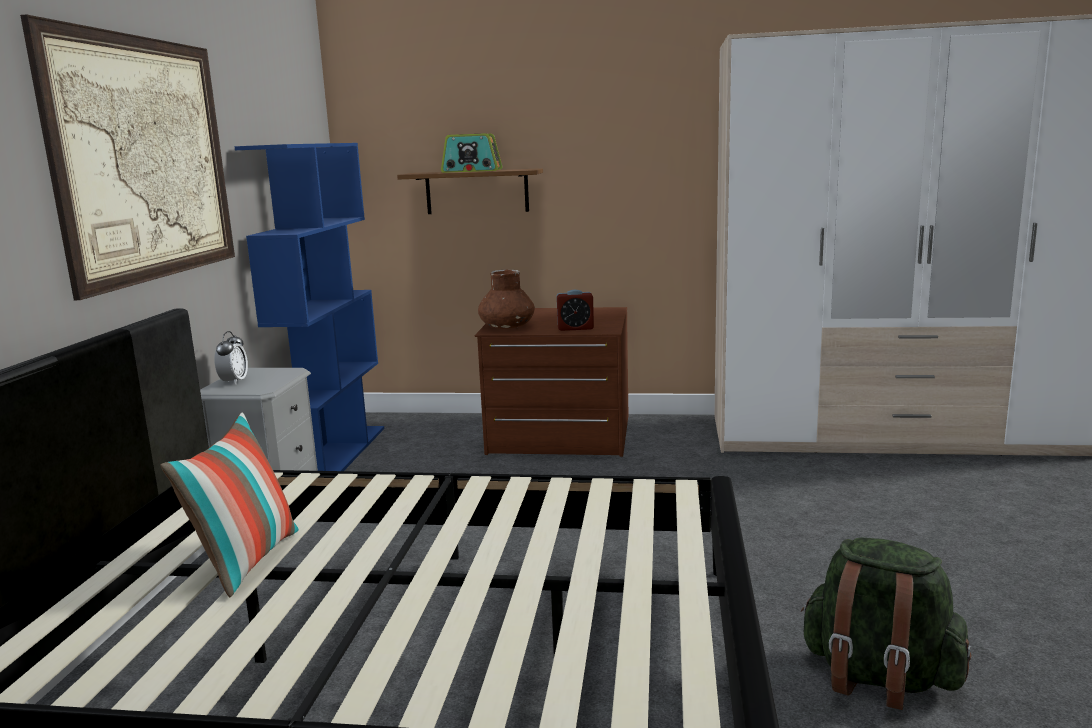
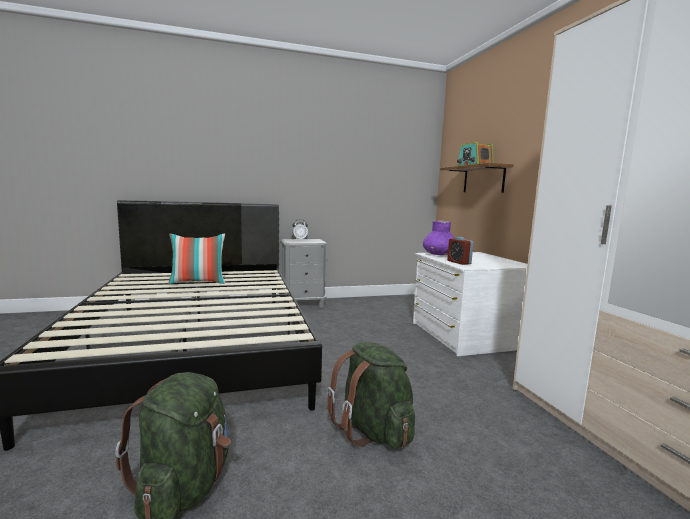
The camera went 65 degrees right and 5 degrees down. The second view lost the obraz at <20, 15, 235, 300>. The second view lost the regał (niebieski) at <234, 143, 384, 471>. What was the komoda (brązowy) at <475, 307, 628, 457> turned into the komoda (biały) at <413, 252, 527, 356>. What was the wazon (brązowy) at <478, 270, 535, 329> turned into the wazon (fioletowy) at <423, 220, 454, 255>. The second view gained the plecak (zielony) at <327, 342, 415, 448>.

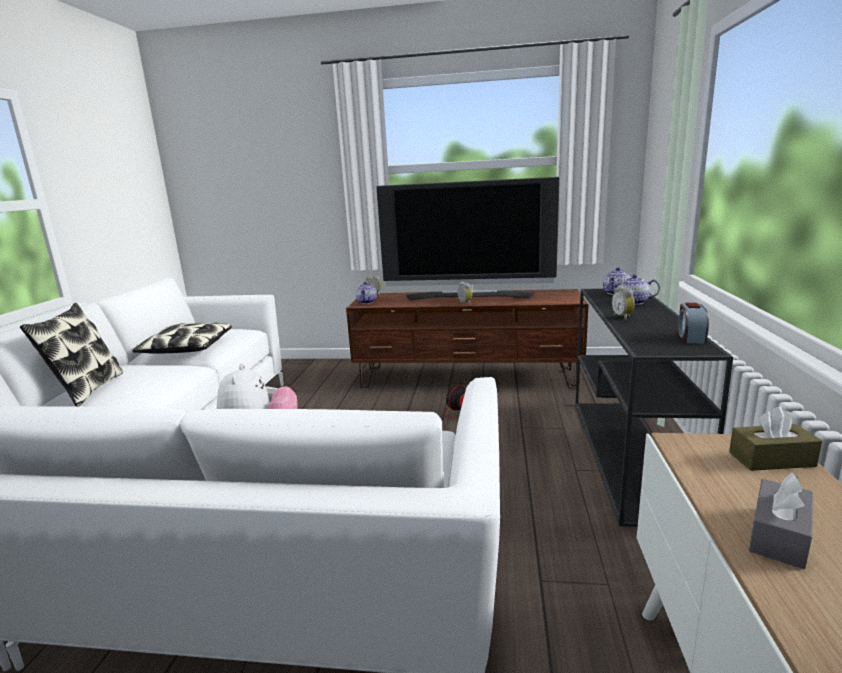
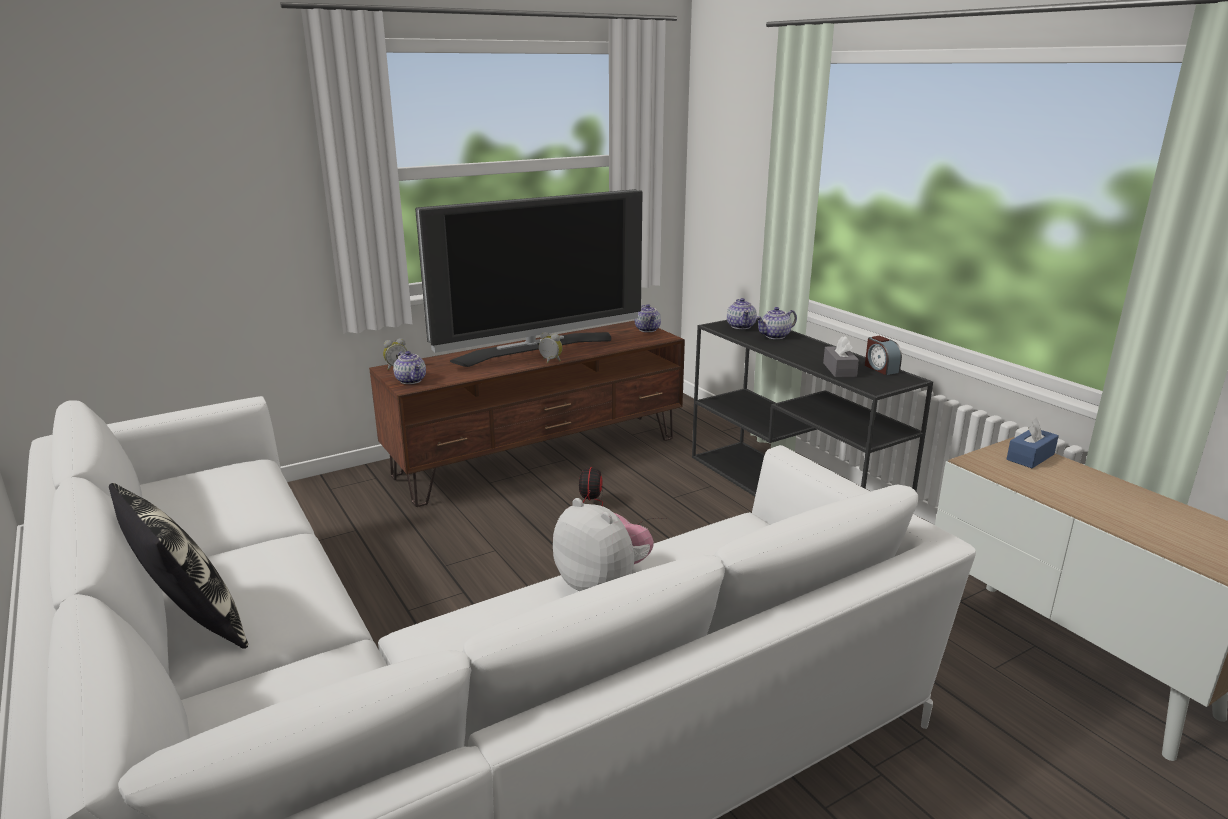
The camera went 40 degrees left and 5 degrees up. The second view lost the poduszka at <132, 323, 232, 354>. The second view lost the budzik at <612, 285, 635, 320>. What was the pudełko chusteczek (brązowy) at <729, 407, 822, 471> turned into the pudełko chusteczek (niebieski) at <1007, 418, 1059, 468>. The pudełko chusteczek (szary) ended up elsewhere, having gone from <749, 473, 813, 569> to <823, 336, 859, 377>. The second view gained the imbryk at <635, 304, 661, 332>.

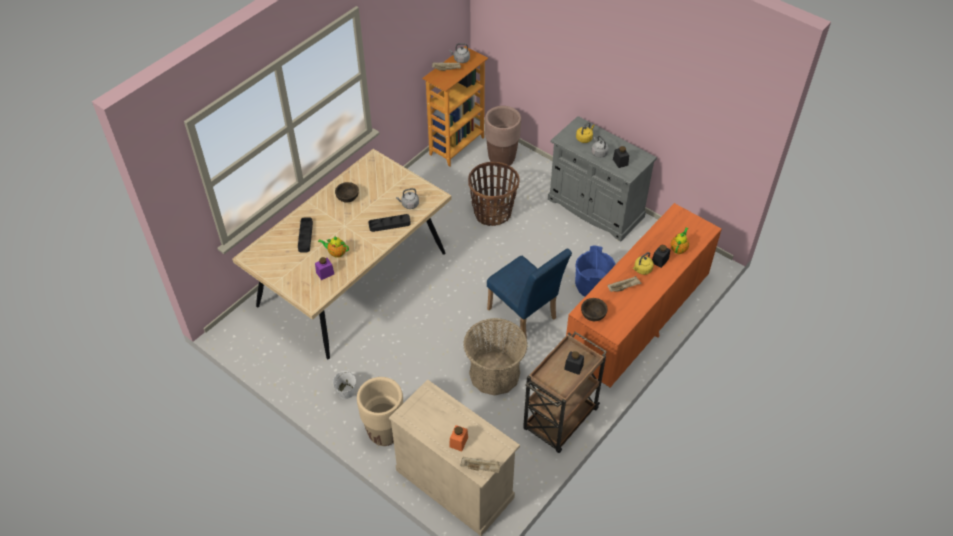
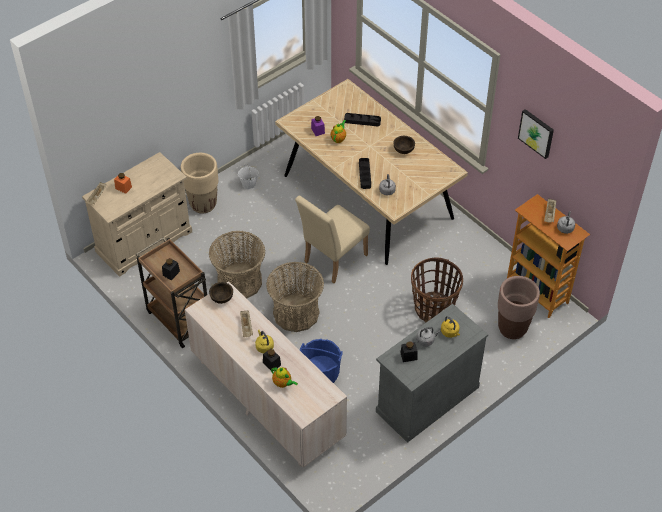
The camera went 100 degrees right and 0 degrees up. Where the krzesło (niebieski) stood at <487, 248, 572, 338>, the koszyk came to stand at <266, 262, 324, 332>. What was the komoda (pomarańczowy) at <566, 203, 722, 387> turned into the komoda (beżowy) at <185, 281, 347, 468>. The second view gained the krzesło (beżowy) at <295, 196, 370, 283>. The second view gained the obraz at <518, 109, 554, 159>.

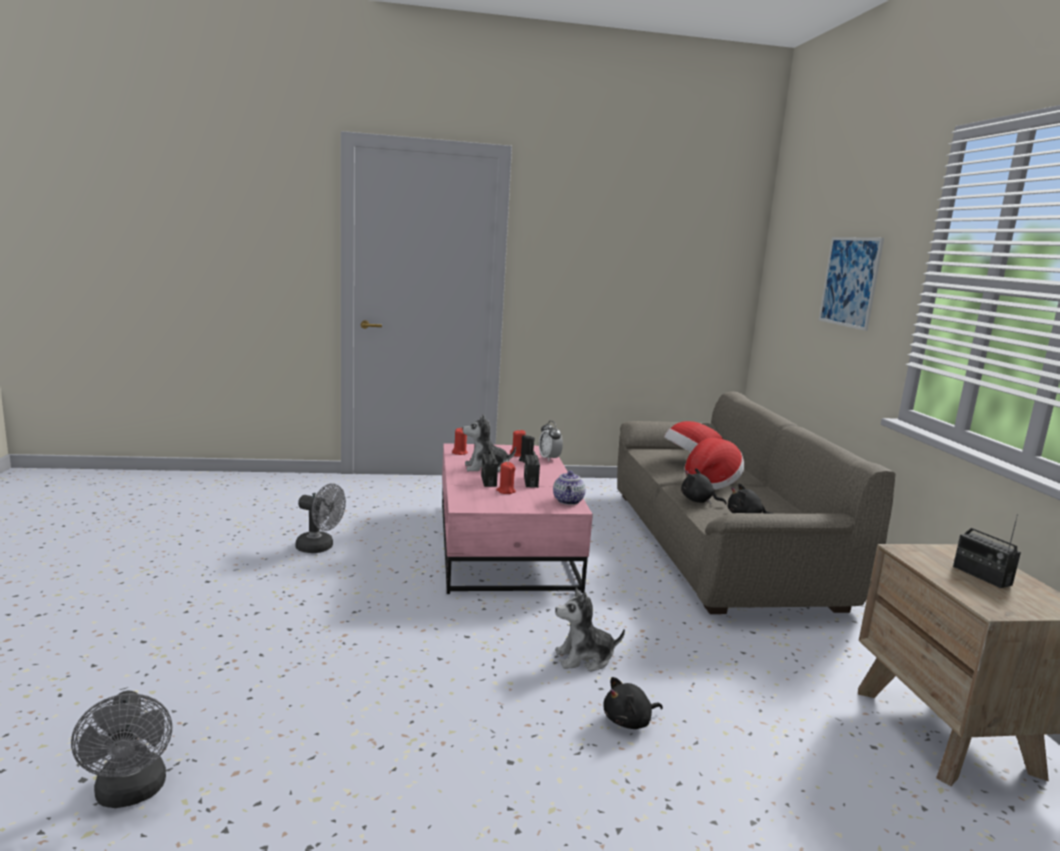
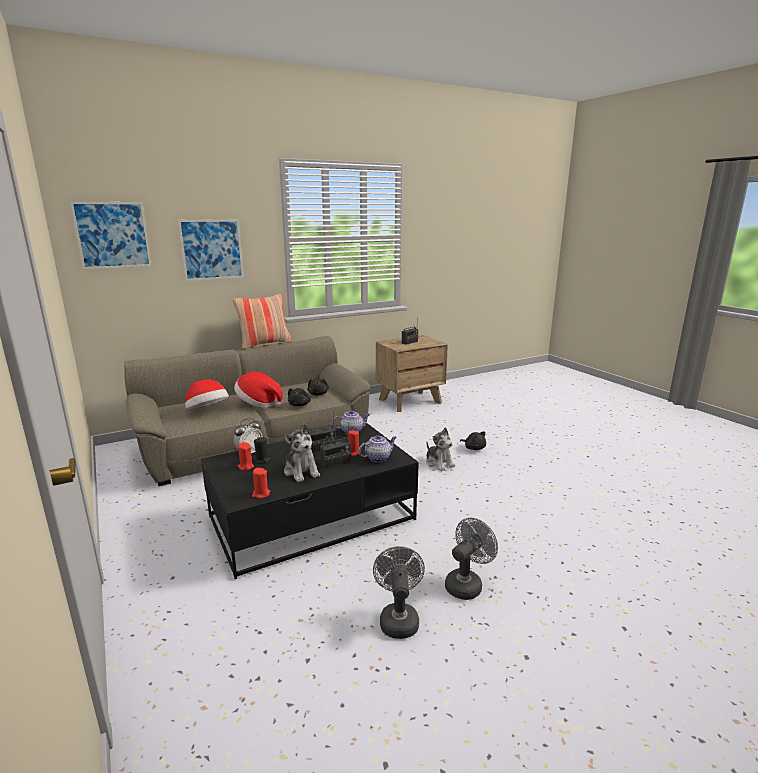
The camera went 110 degrees left and 5 degrees up. The wentylator (szary) ended up elsewhere, having gone from <71, 691, 173, 808> to <445, 518, 498, 600>. What was the ława (różowy) at <442, 443, 593, 594> turned into the ława (czarny) at <201, 423, 419, 579>. The second view gained the obraz at <70, 202, 152, 269>. The second view gained the poduszka at <233, 294, 292, 349>. The second view gained the imbryk at <359, 435, 397, 462>.

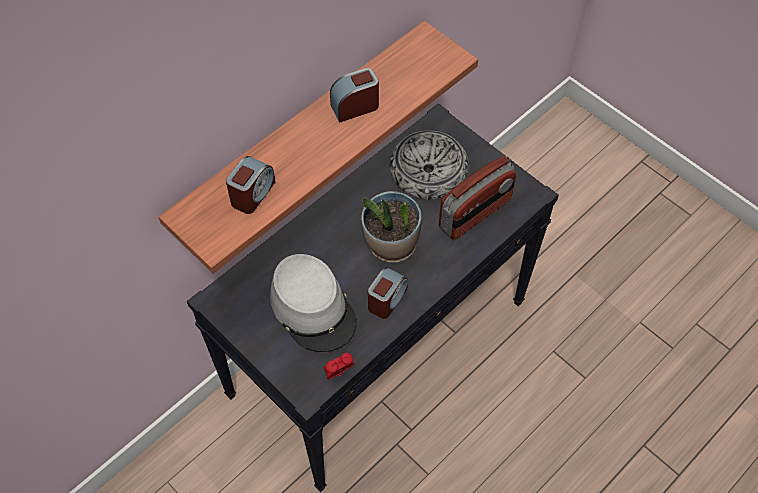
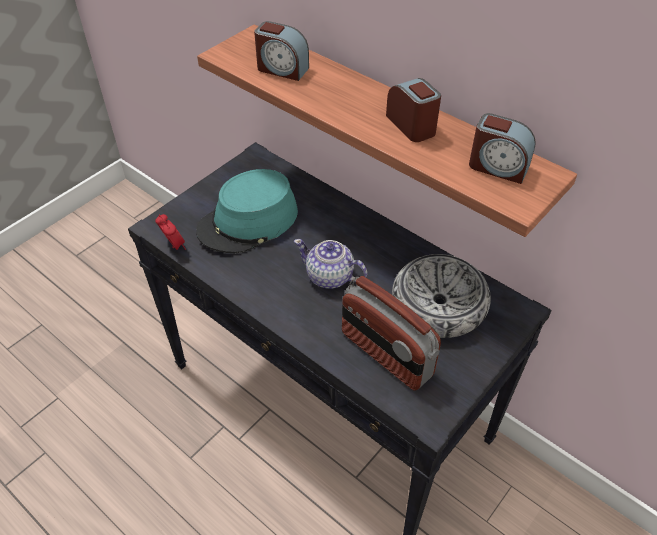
The camera went 85 degrees right and 10 degrees down. What was the kapelusz (szary) at <270, 254, 357, 352> turned into the kapelusz (turkusowy) at <196, 169, 298, 253>. Where the roślina doniczkowa stood at <361, 191, 422, 263>, the imbryk came to stand at <294, 239, 367, 289>. The budzik ended up elsewhere, having gone from <368, 267, 408, 319> to <469, 113, 536, 184>.

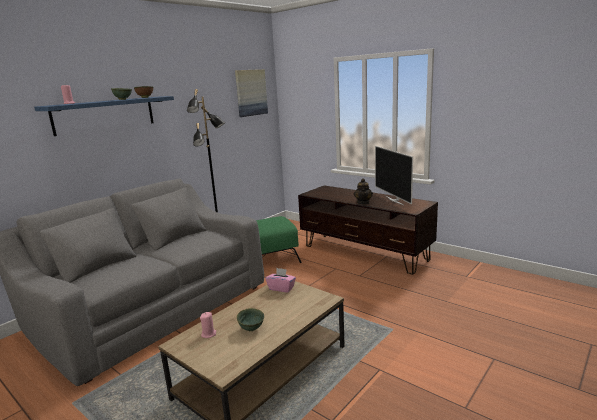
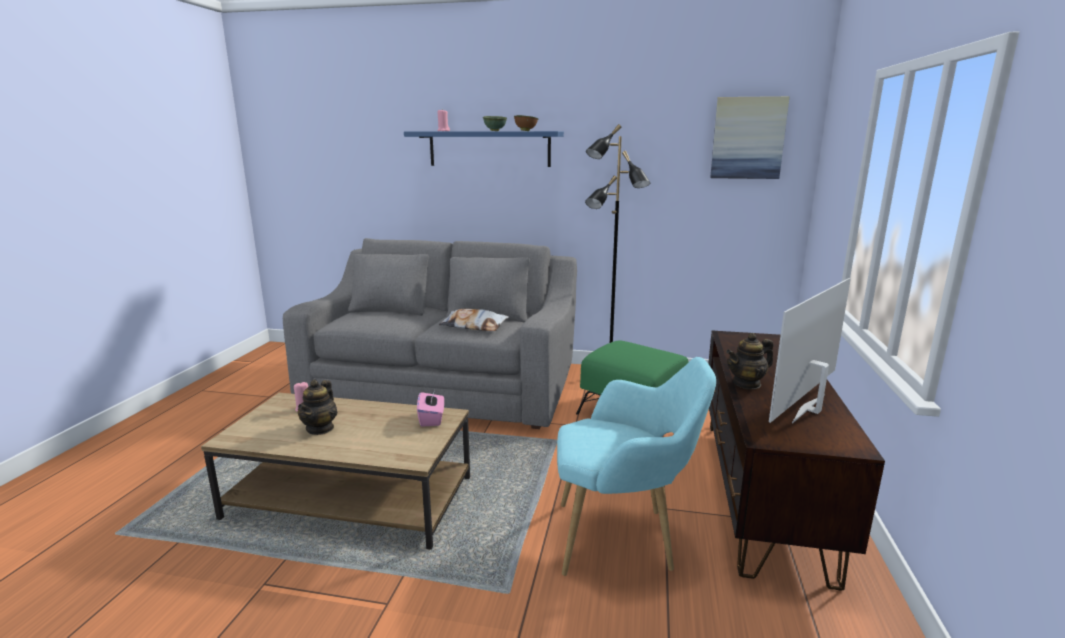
The camera went 60 degrees right and 0 degrees up. Where the miska (zielony) stood at <237, 308, 264, 331>, the imbryk came to stand at <298, 380, 338, 435>. The second view gained the poduszka at <439, 309, 509, 331>. The second view gained the fotel (turkusowy) at <557, 357, 716, 576>.

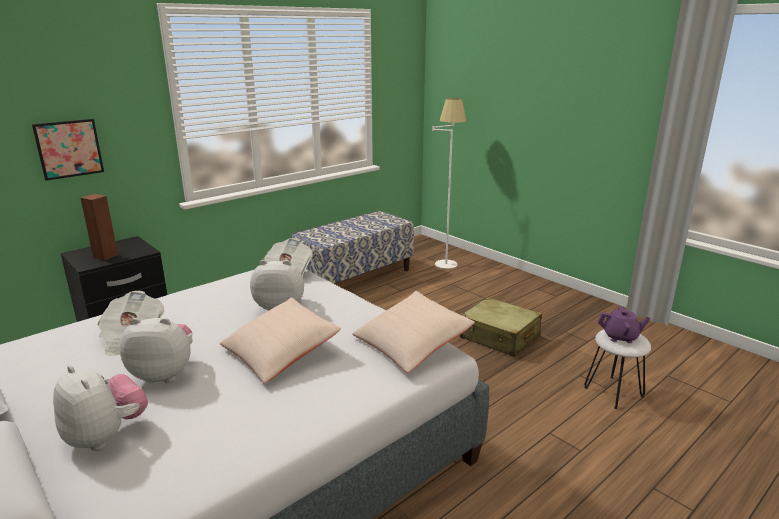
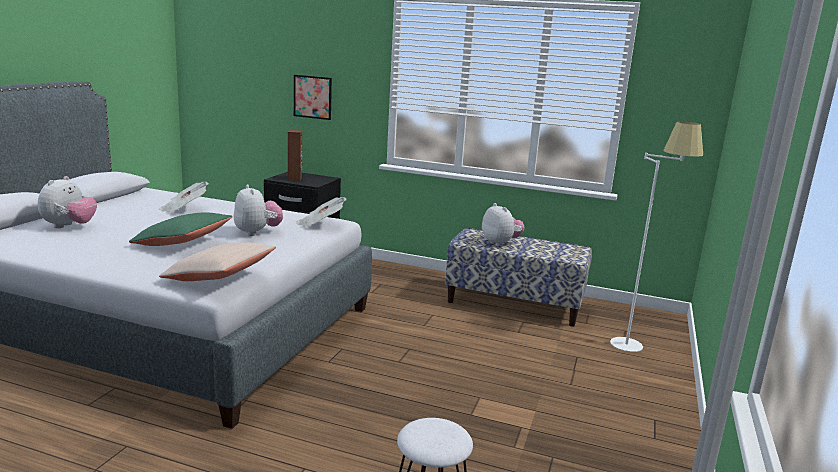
The camera went 60 degrees right and 5 degrees down. The pluszak ended up elsewhere, having gone from <120, 318, 193, 383> to <482, 203, 525, 247>. What was the poduszka (beżowy) at <220, 297, 341, 384> turned into the poduszka (zielony) at <129, 212, 233, 246>. The second view lost the walizka (beżowy) at <460, 297, 542, 357>. The second view lost the imbryk (fioletowy) at <598, 306, 650, 343>.

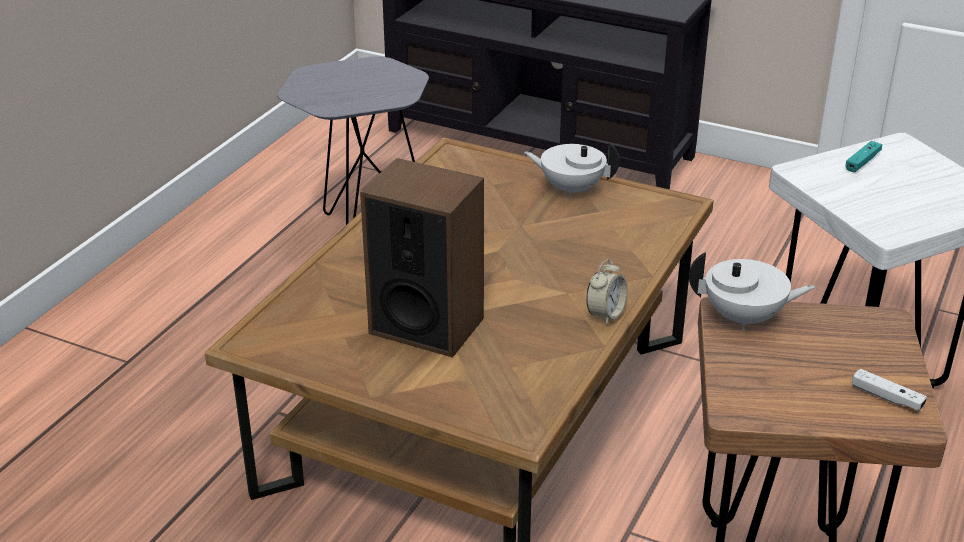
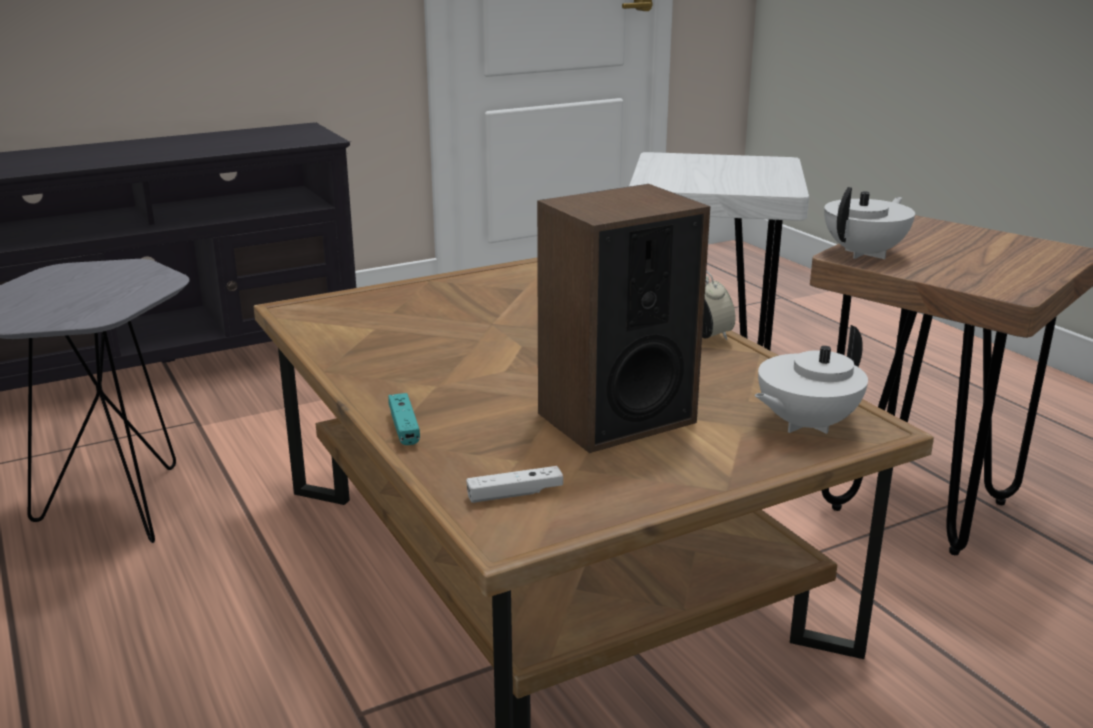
The camera went 55 degrees left and 10 degrees down. The imbryk (biały) ended up elsewhere, having gone from <524, 143, 620, 197> to <755, 325, 868, 434>. The pad do gier (turkusowy) ended up elsewhere, having gone from <845, 141, 882, 172> to <388, 393, 420, 445>. The pad do gier (biały) ended up elsewhere, having gone from <852, 369, 927, 411> to <466, 466, 563, 503>.

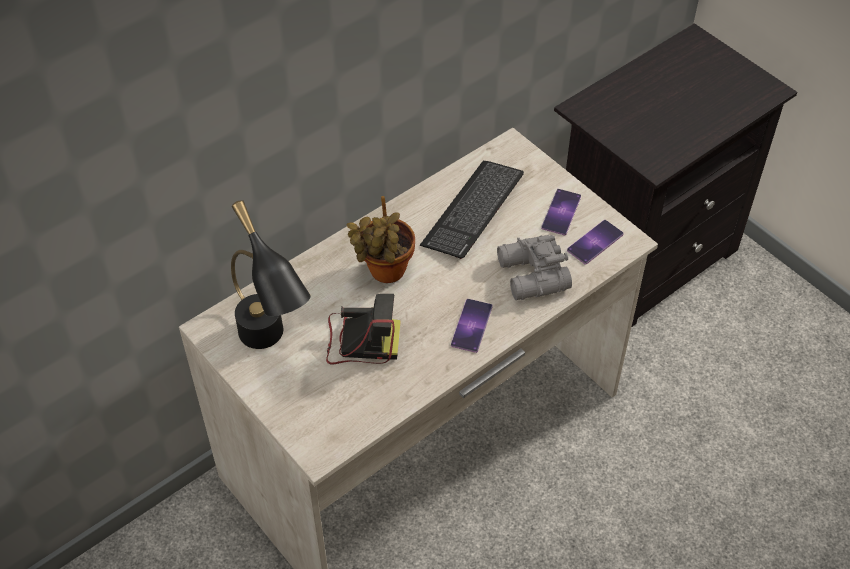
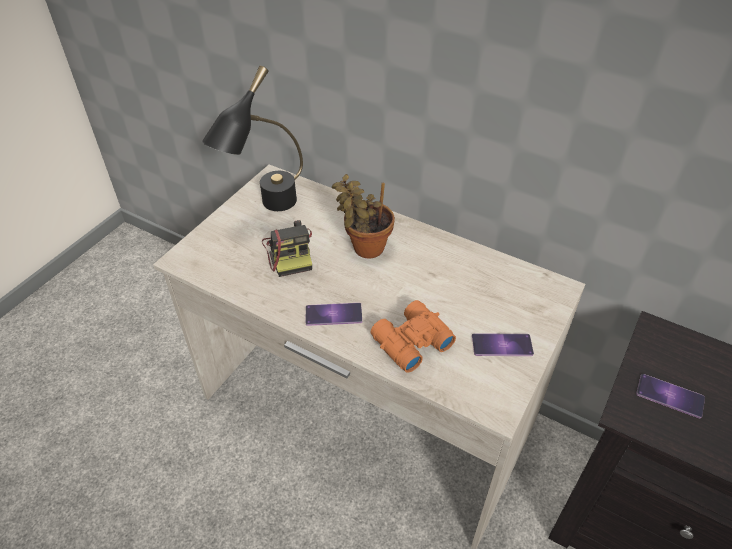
The camera went 70 degrees right and 5 degrees down. The second view lost the klawiatura at <420, 161, 524, 259>. What was the lornetka (szary) at <497, 235, 572, 300> turned into the lornetka (pomarańczowy) at <371, 300, 456, 373>. The telefon ended up elsewhere, having gone from <567, 220, 624, 265> to <636, 374, 705, 418>.

